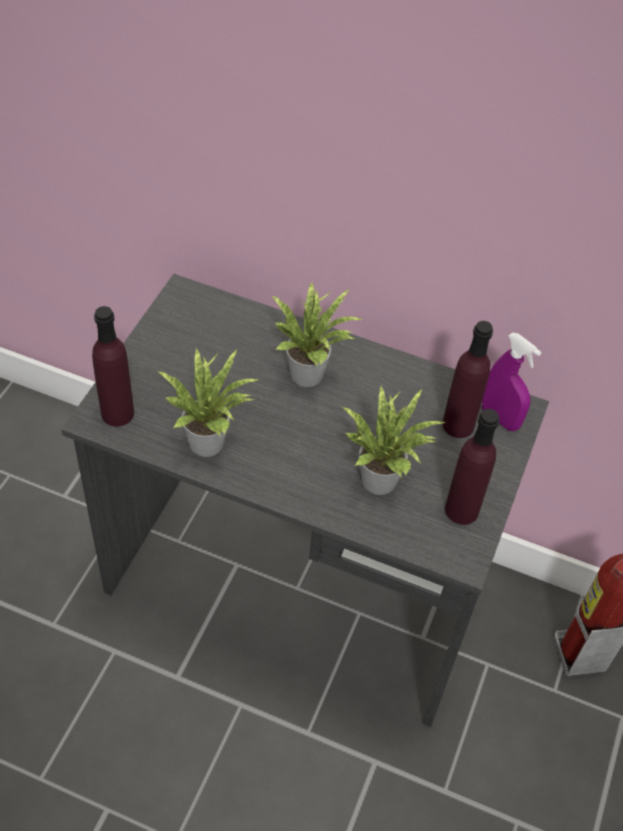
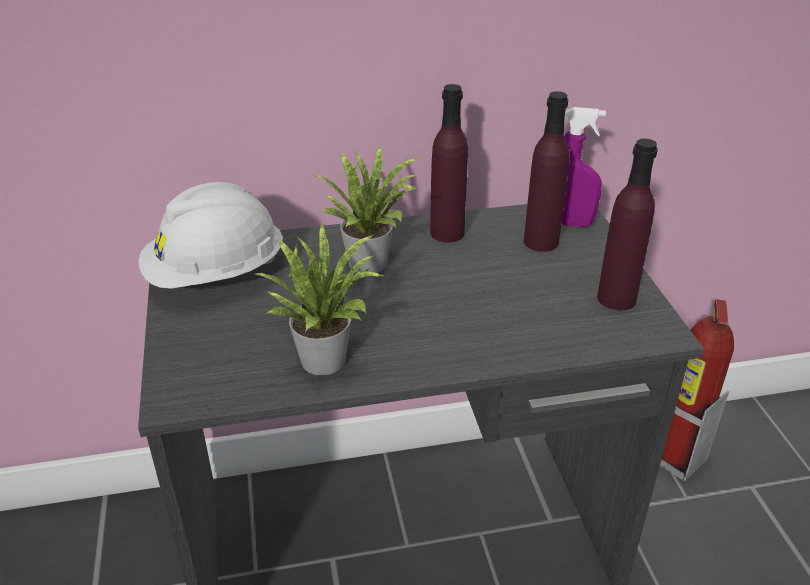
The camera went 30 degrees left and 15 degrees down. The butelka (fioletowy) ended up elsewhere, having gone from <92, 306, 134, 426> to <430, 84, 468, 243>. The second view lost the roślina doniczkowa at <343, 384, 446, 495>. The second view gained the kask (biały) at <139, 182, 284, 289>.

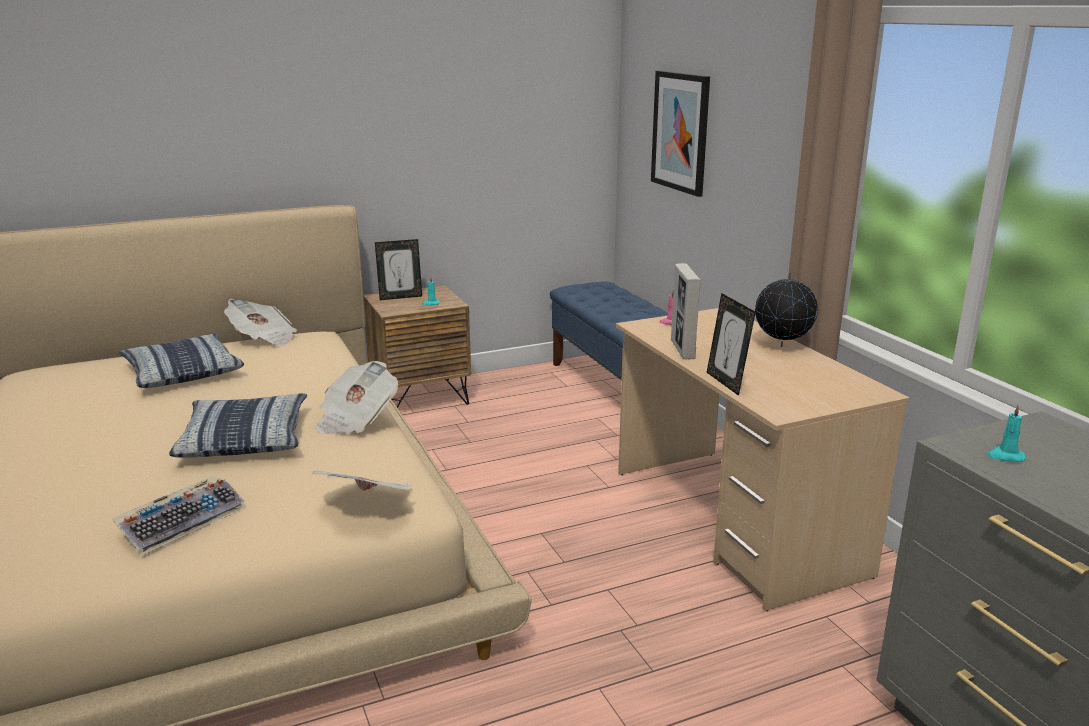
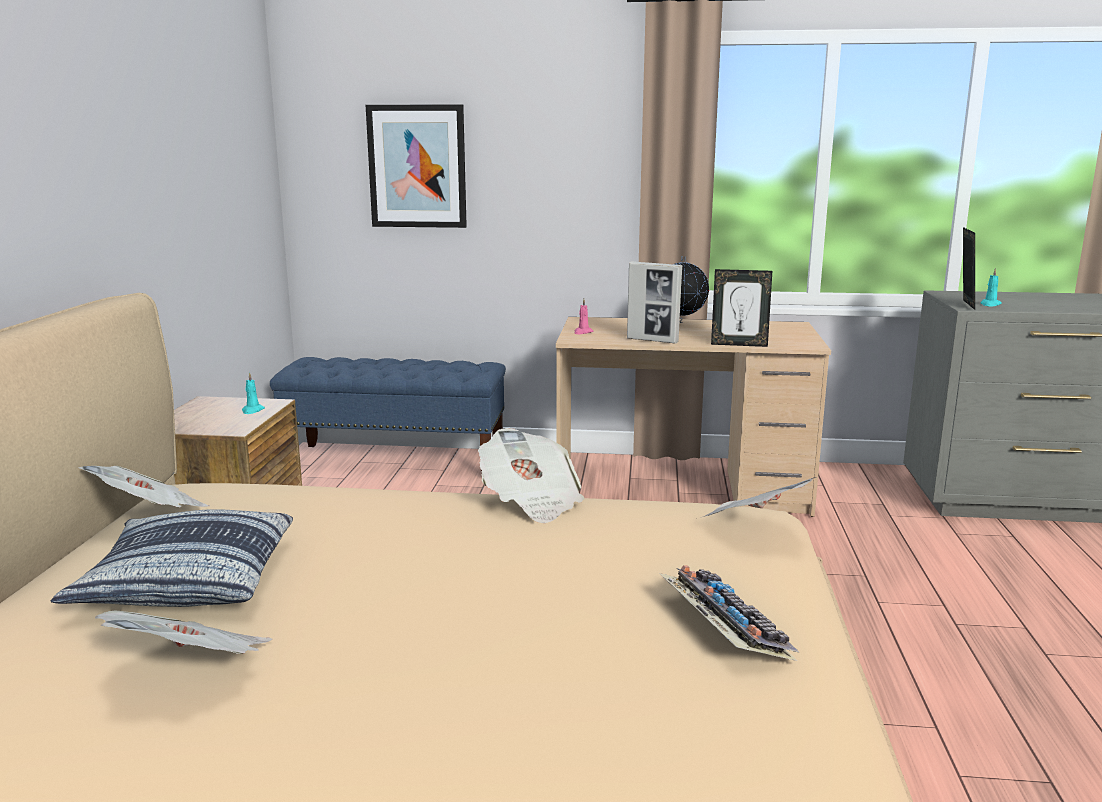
The camera went 60 degrees left and 5 degrees down. The second view lost the poduszka at <169, 393, 307, 458>. The ramka na zdjęcie ended up elsewhere, having gone from <375, 239, 422, 300> to <963, 227, 975, 310>. The second view gained the gazeta at <95, 611, 273, 654>.

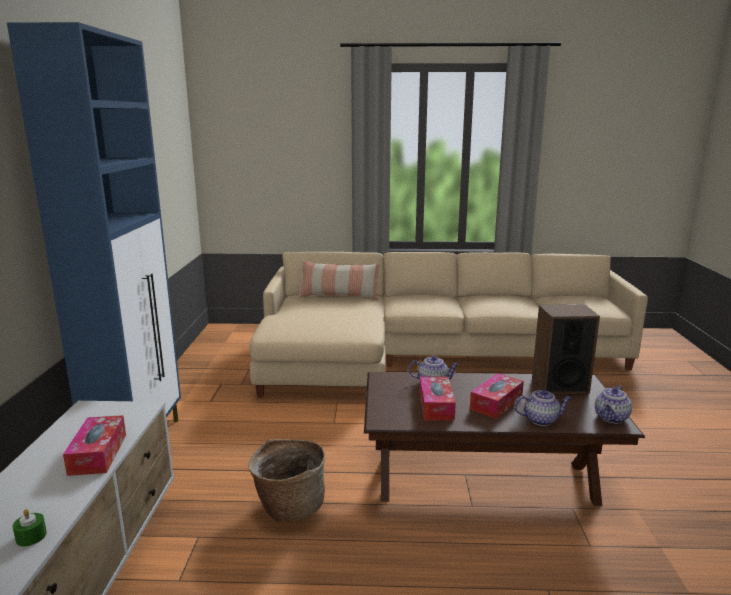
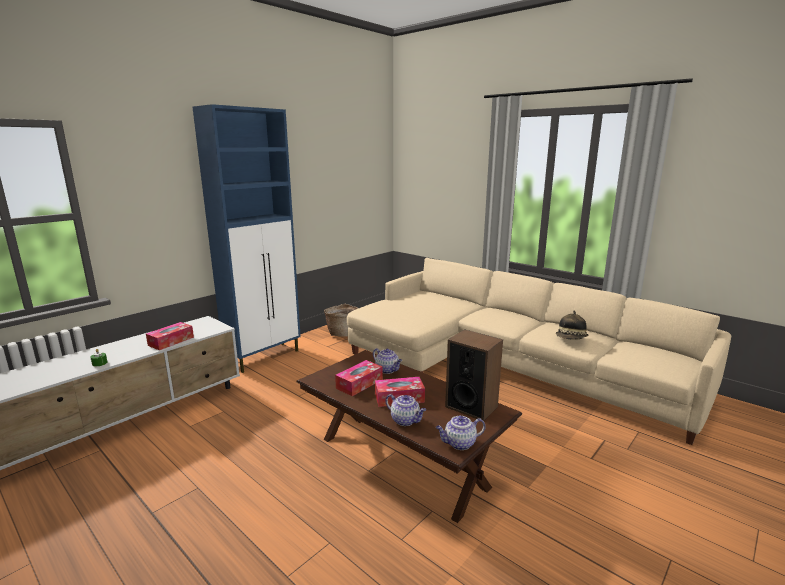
The camera went 40 degrees right and 0 degrees up. The koszyk ended up elsewhere, having gone from <248, 439, 325, 522> to <324, 303, 358, 337>. The second view lost the poduszka at <298, 260, 380, 301>. The second view gained the kapelusz at <556, 310, 589, 340>.

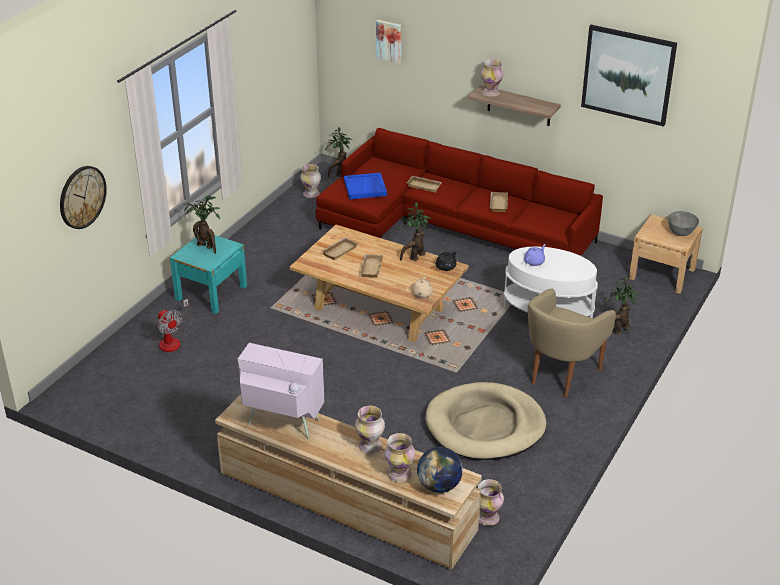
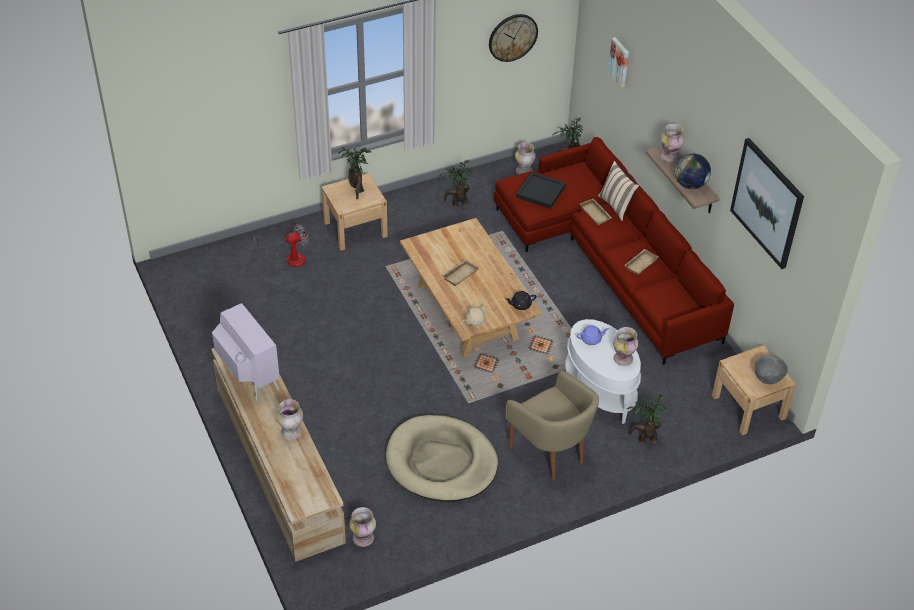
The camera went 35 degrees right and 10 degrees up. The zegar ścienny ended up elsewhere, having gone from <60, 166, 107, 229> to <489, 14, 538, 62>. The wentylator at <158, 299, 191, 352> ended up facing another way, 120 degrees counterclockwise from before. What was the szafka nocna (turkusowy) at <170, 235, 247, 314> turned into the szafka nocna (beżowy) at <321, 173, 388, 251>. The second view lost the taca (beżowy) at <321, 238, 358, 260>. What was the taca (niebieski) at <344, 173, 387, 199> turned into the taca (czarny) at <516, 172, 566, 209>. The wazon ended up elsewhere, having gone from <384, 433, 415, 482> to <613, 327, 638, 366>. The roślina doniczkowa ended up elsewhere, having gone from <398, 202, 431, 261> to <439, 160, 472, 207>. The globus ended up elsewhere, having gone from <417, 447, 463, 493> to <675, 154, 711, 189>. The fotel (beżowy) at <528, 288, 616, 397> ended up facing another way, 105 degrees counterclockwise from before. The second view gained the poduszka (beżowy) at <598, 161, 640, 221>.

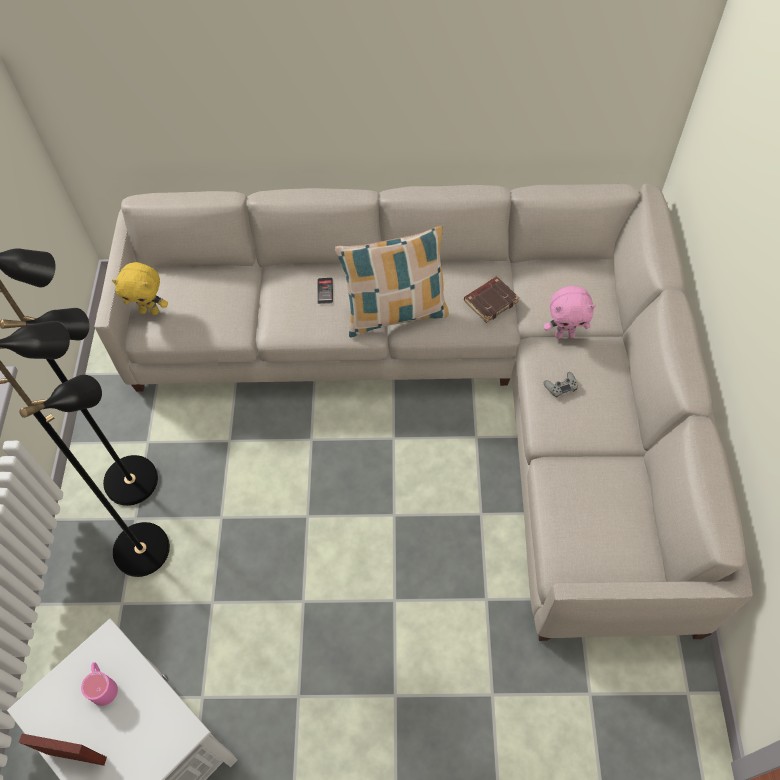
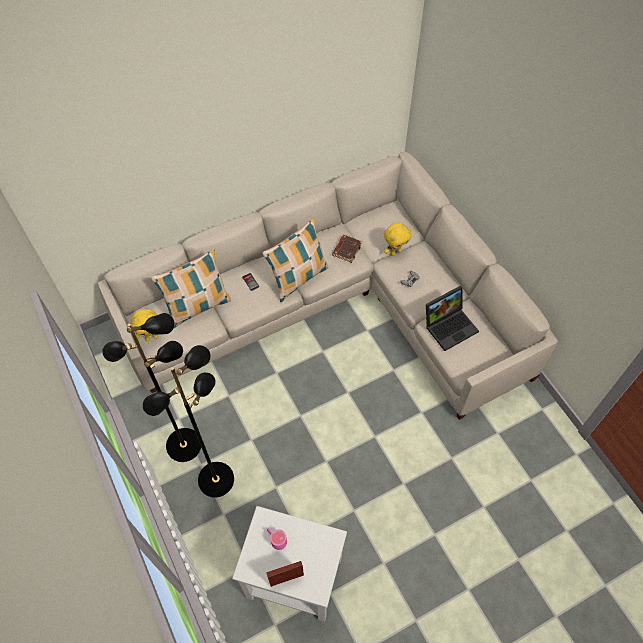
The camera went 30 degrees left and 0 degrees up. What was the pluszak (różowy) at <544, 286, 596, 339> turned into the pluszak (żółty) at <384, 223, 411, 256>. The second view gained the poduszka at <151, 249, 231, 328>. The second view gained the laptop at <426, 286, 479, 351>.

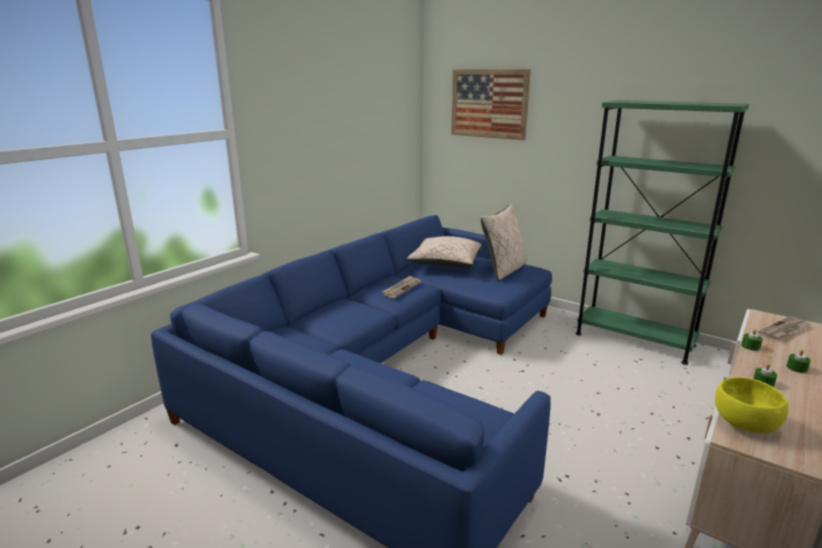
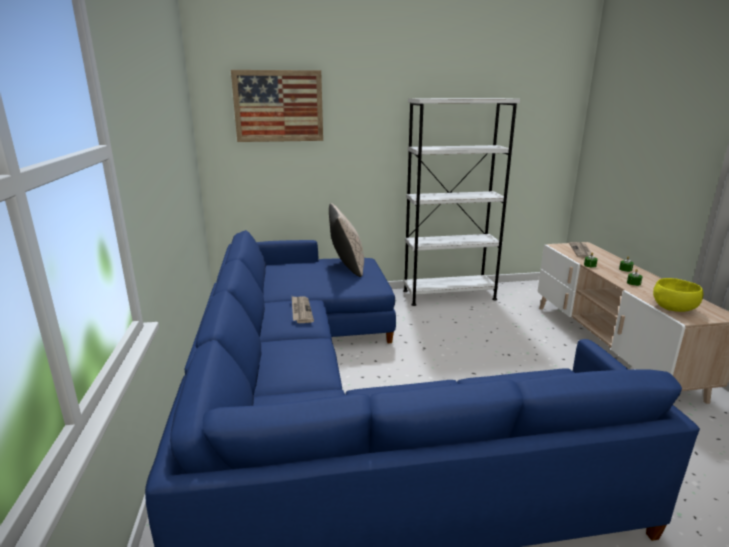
The camera went 45 degrees left and 0 degrees up. The second view lost the poduszka (beżowy) at <407, 236, 482, 268>. What was the regał (zielony) at <576, 100, 749, 365> turned into the regał (biały) at <403, 98, 520, 306>.

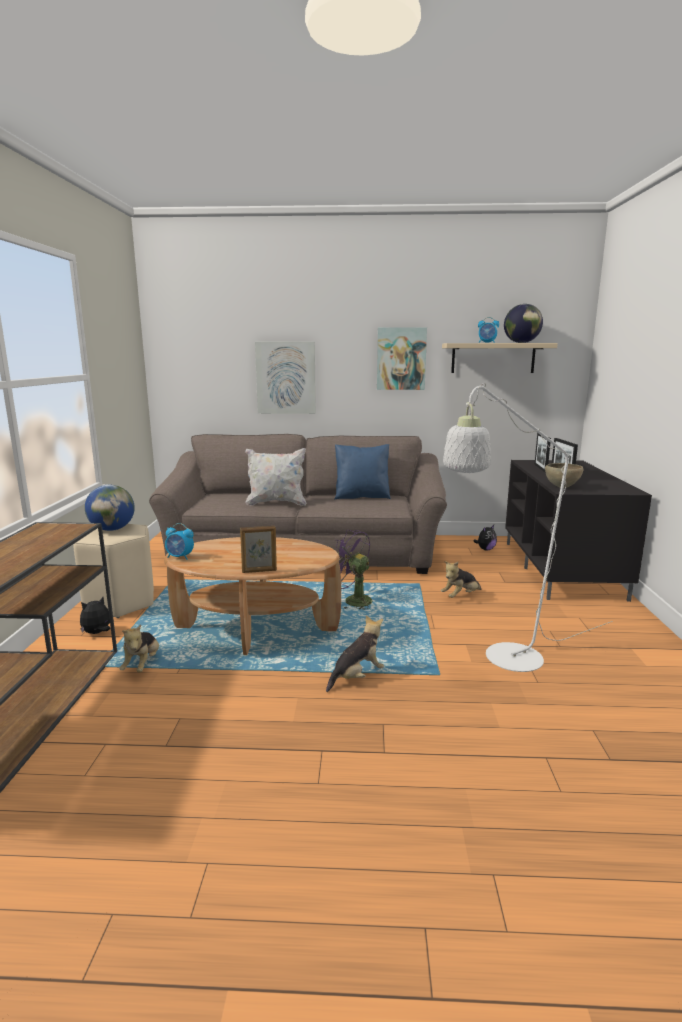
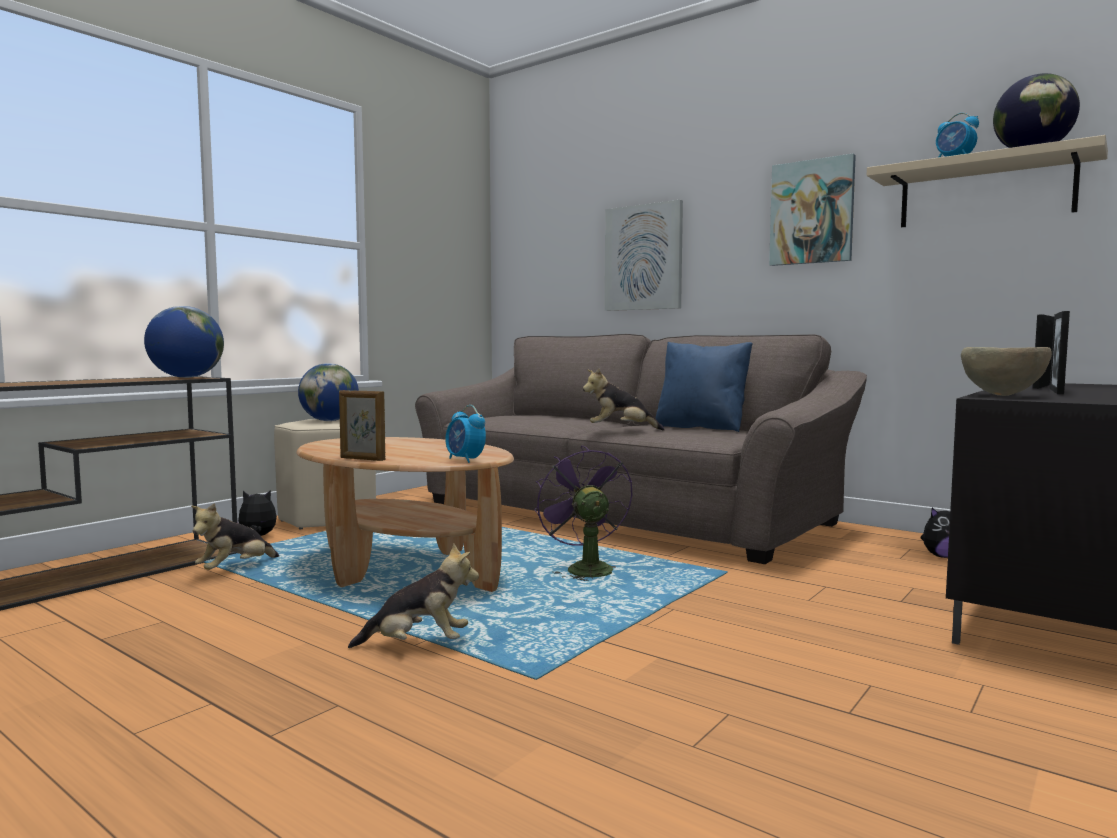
The camera went 35 degrees right and 10 degrees down. The budzik ended up elsewhere, having gone from <165, 523, 194, 560> to <445, 405, 486, 463>. The second view lost the poduszka (biały) at <245, 448, 306, 506>. The pluszak ended up elsewhere, having gone from <441, 561, 481, 598> to <583, 368, 665, 430>. The second view lost the lampa stojąca (biały) at <443, 383, 613, 672>. The second view gained the globus at <144, 306, 224, 378>.

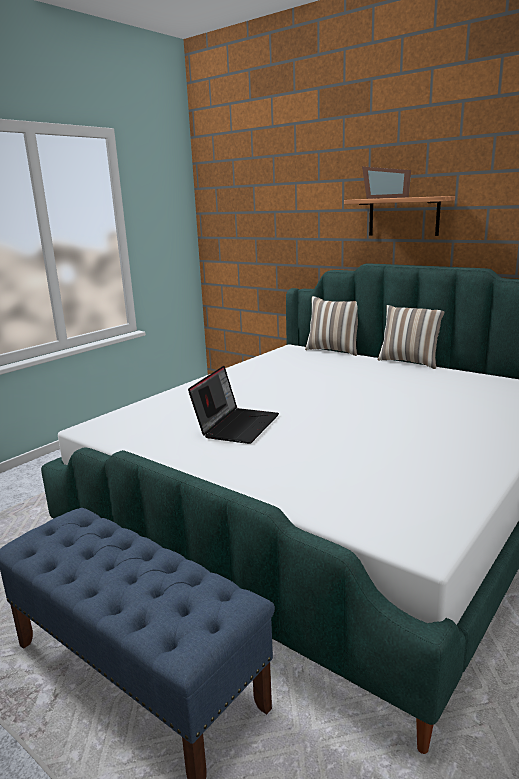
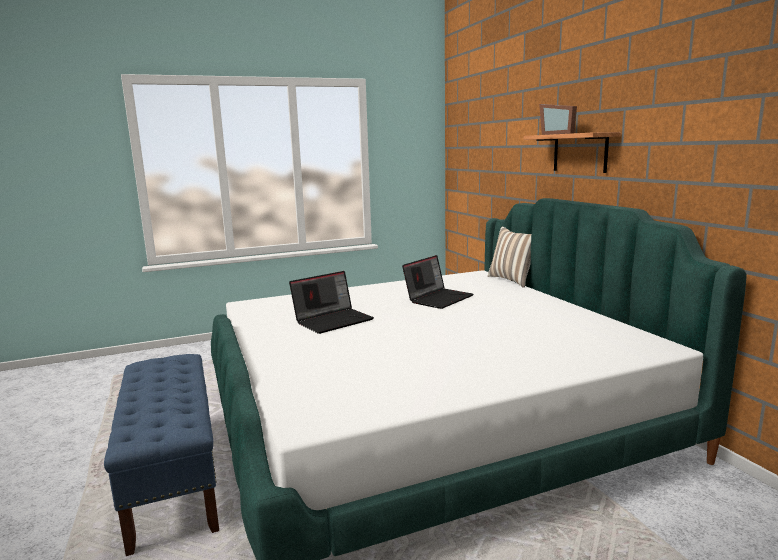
The camera went 30 degrees right and 5 degrees down. The second view lost the poduszka at <378, 305, 444, 369>. The second view gained the laptop at <402, 255, 473, 309>.

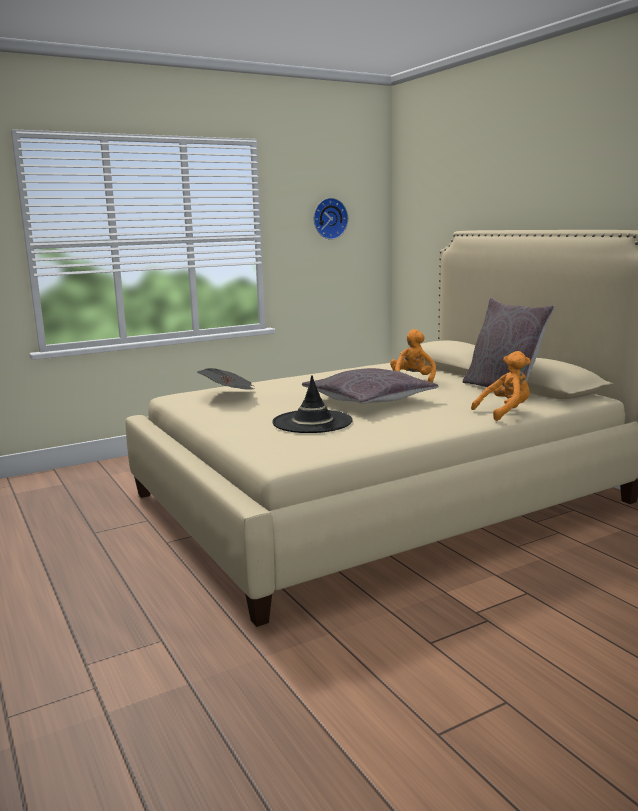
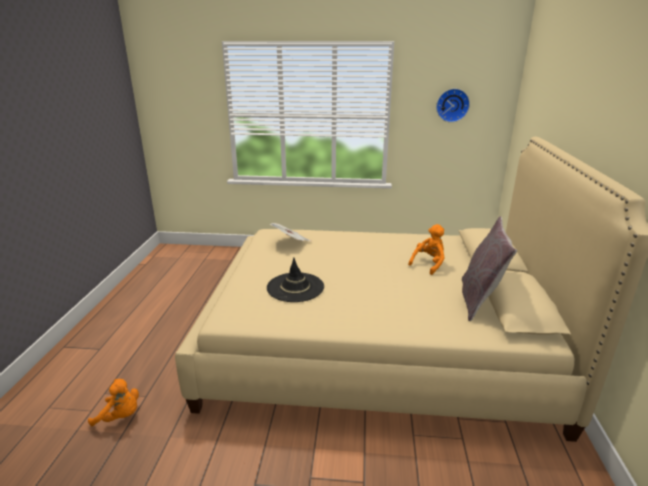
The camera went 35 degrees right and 10 degrees up. The second view lost the poduszka (szary) at <302, 368, 438, 404>. The pluszak (pomarańczowy) ended up elsewhere, having gone from <471, 351, 531, 421> to <88, 379, 139, 426>.

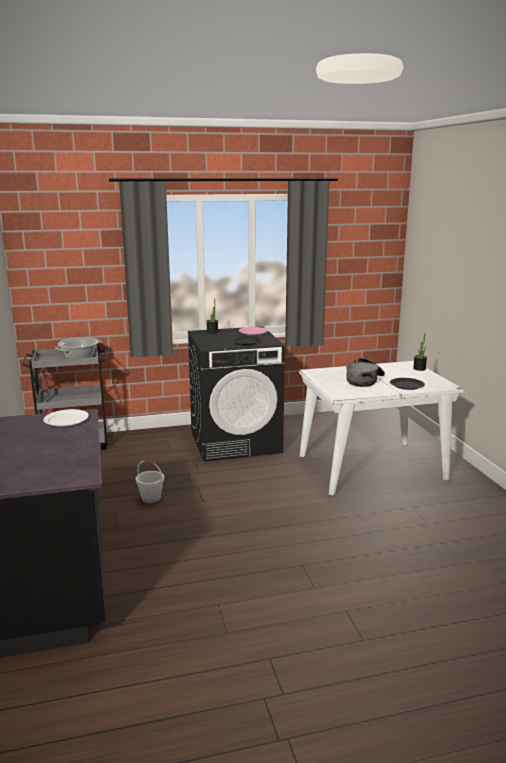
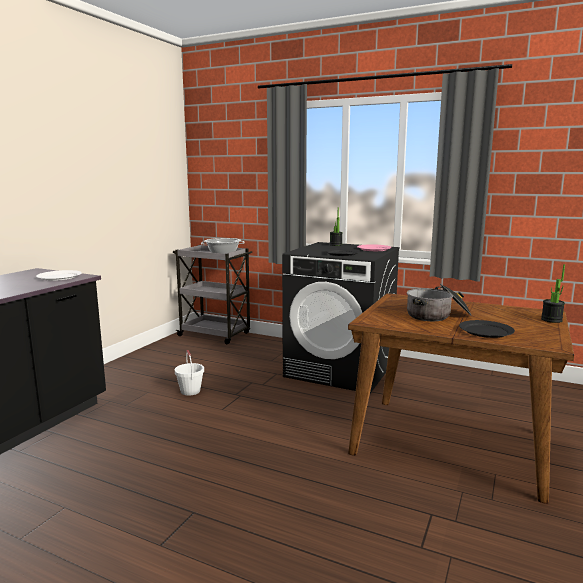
The camera went 40 degrees right and 5 degrees down. What was the stół jadalny (biały) at <299, 361, 464, 496> turned into the stół jadalny (brązowy) at <348, 293, 574, 504>.

